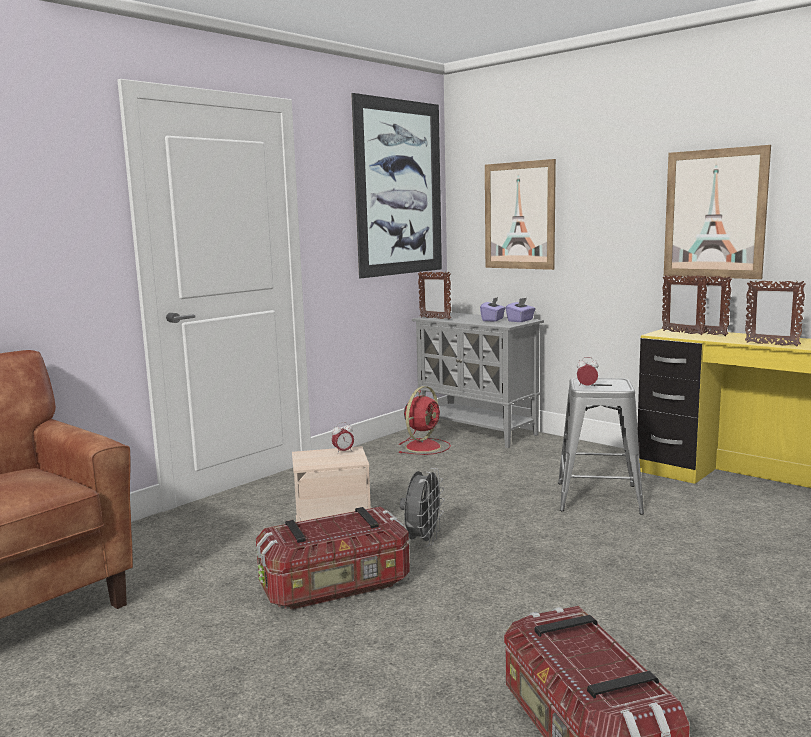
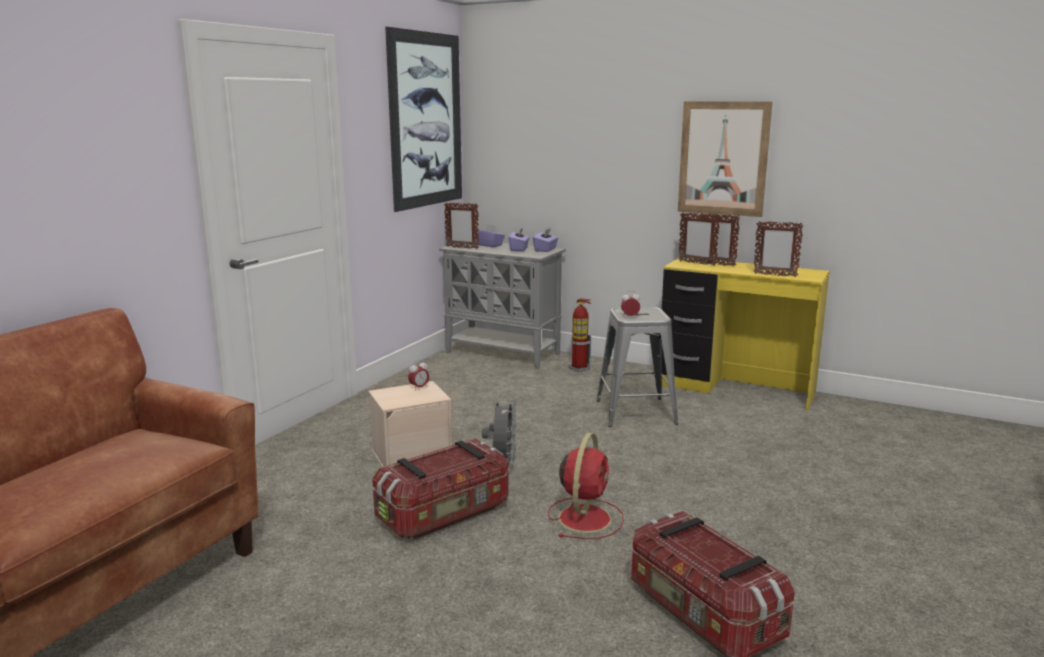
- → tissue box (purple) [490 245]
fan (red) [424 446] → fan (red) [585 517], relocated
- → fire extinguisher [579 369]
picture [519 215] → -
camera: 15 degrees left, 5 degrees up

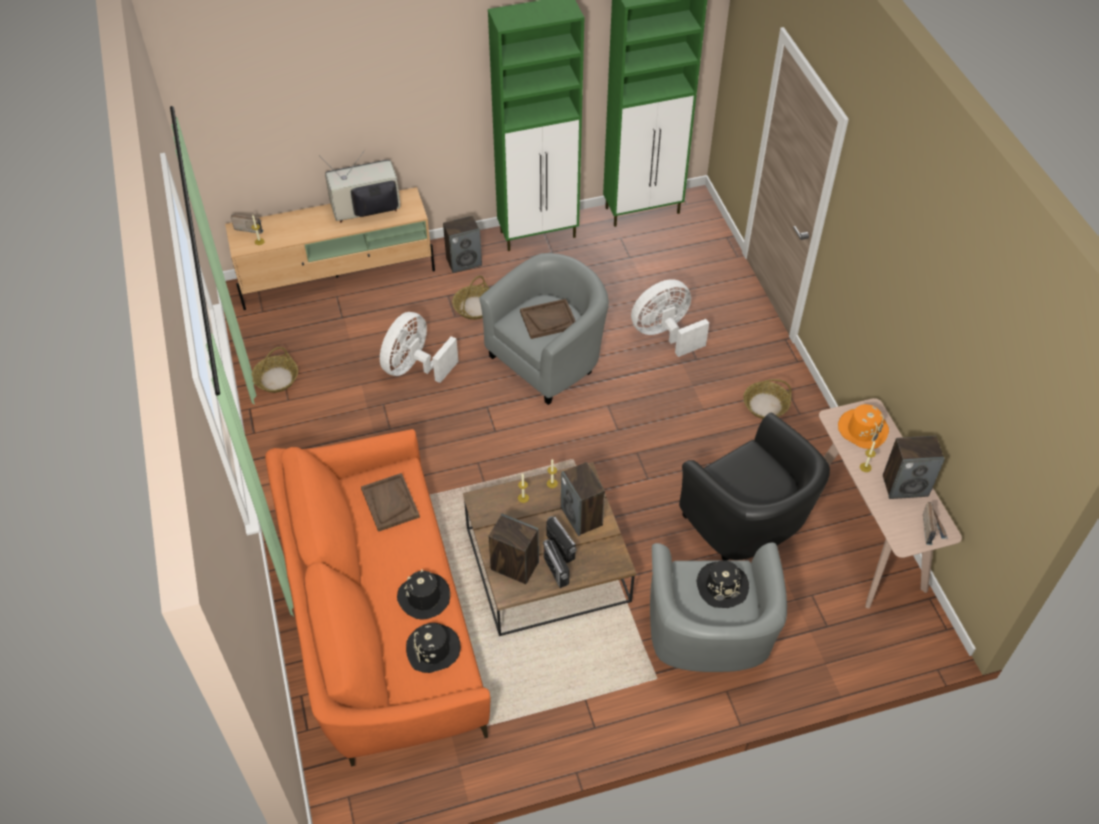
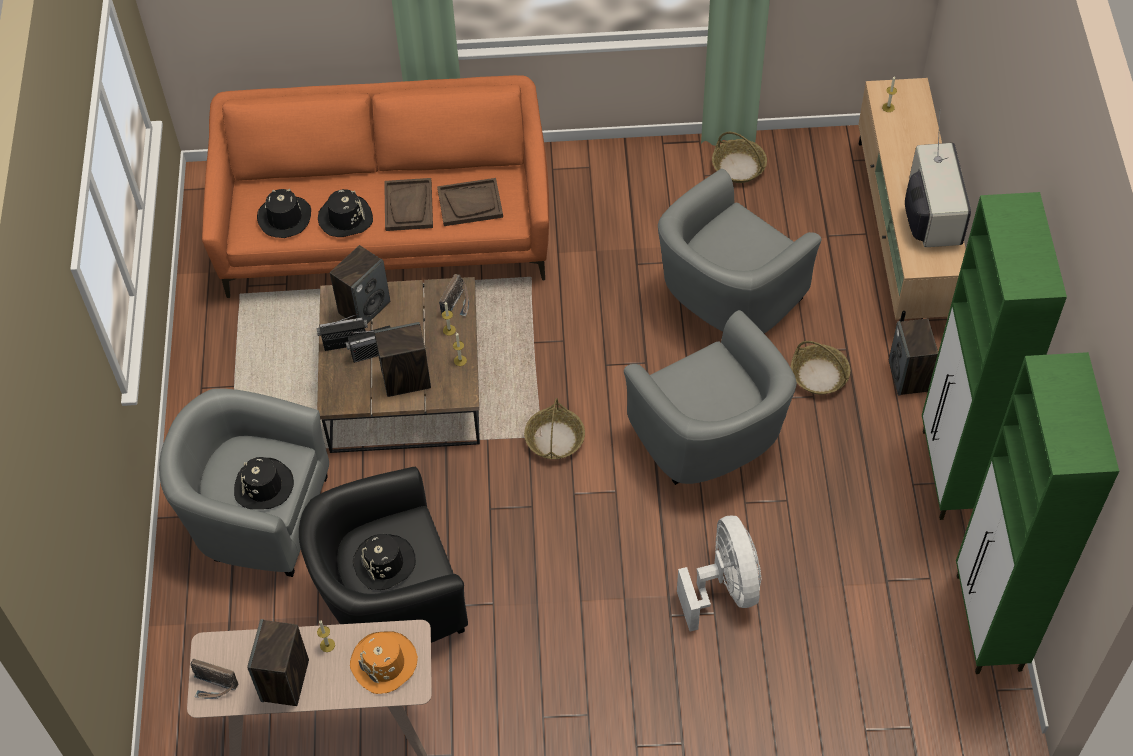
- → hat (black) [384 563]
tray (brown) [548 320] → tray (brown) [409 206], relocated
radio [249 227] → radio [458 304], relocated
basket [765 405] → basket [554 439], relocated
fan (white) [415 367] → armchair (grey) [726 299]
camera: 105 degrees right, 5 degrees up

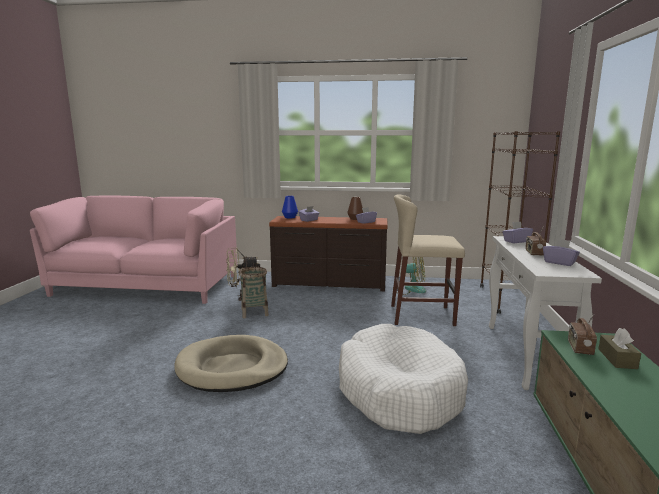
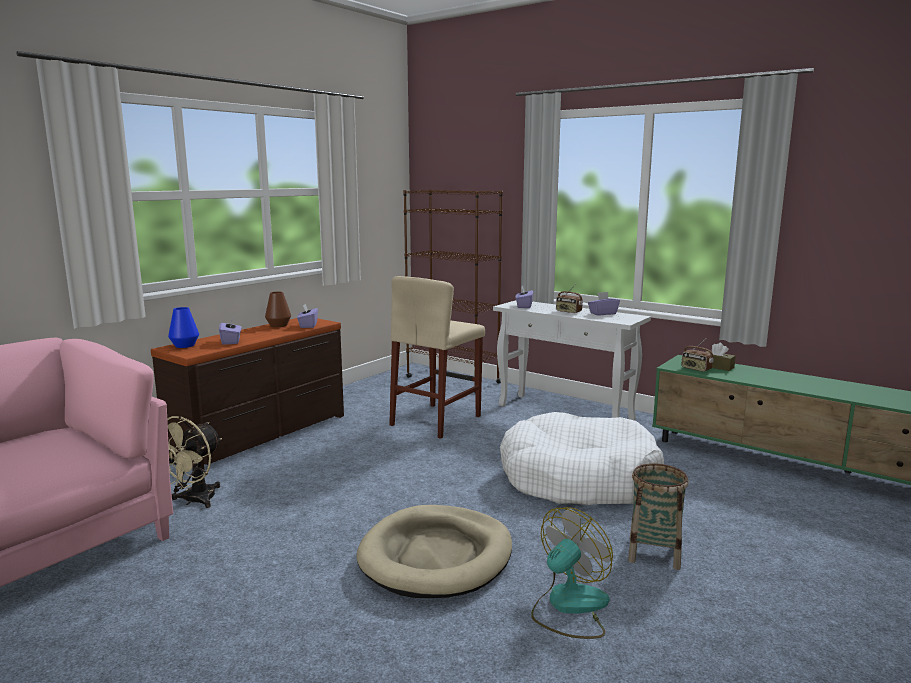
fan [409 289] → fan [569 607], relocated
basket [254 312] → basket [654 553], relocated
camera: 60 degrees left, 0 degrees up

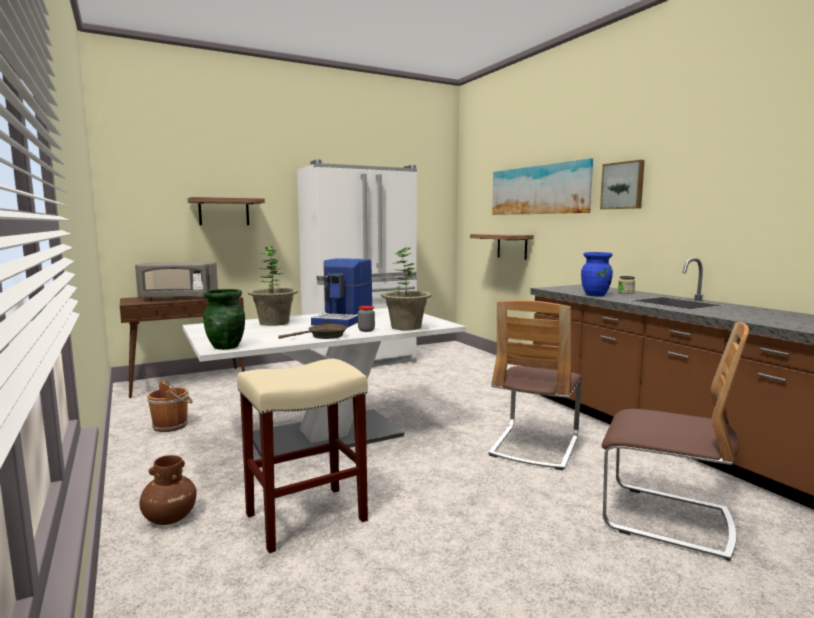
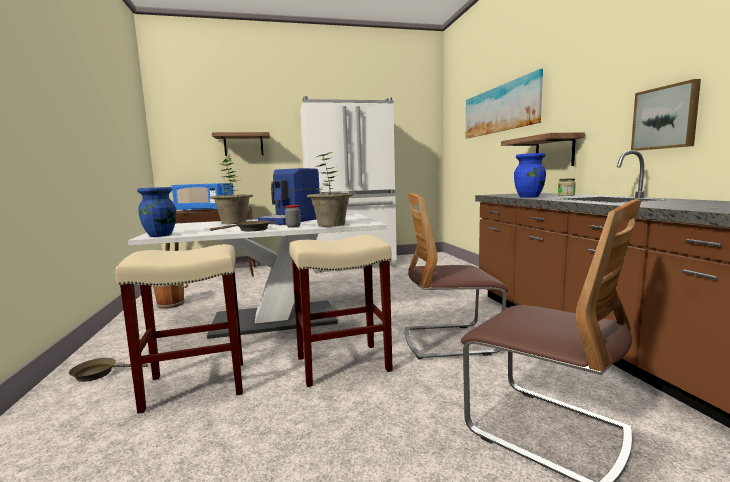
vase (brown) [169 518] → frying pan (brown) [98 373]
vase (green) [226 347] → vase (blue) [161 235]
microwave (grey) [178 298] → microwave (blue) [204 210]
- → stool (beige) [341 364]
chair [534 446] → chair [450 341], 45 degrees clockwise
shelf [512 246] → shelf [554 152], relocated
picture [623 185] → picture [665 118], relocated
camera: 15 degrees right, 0 degrees up

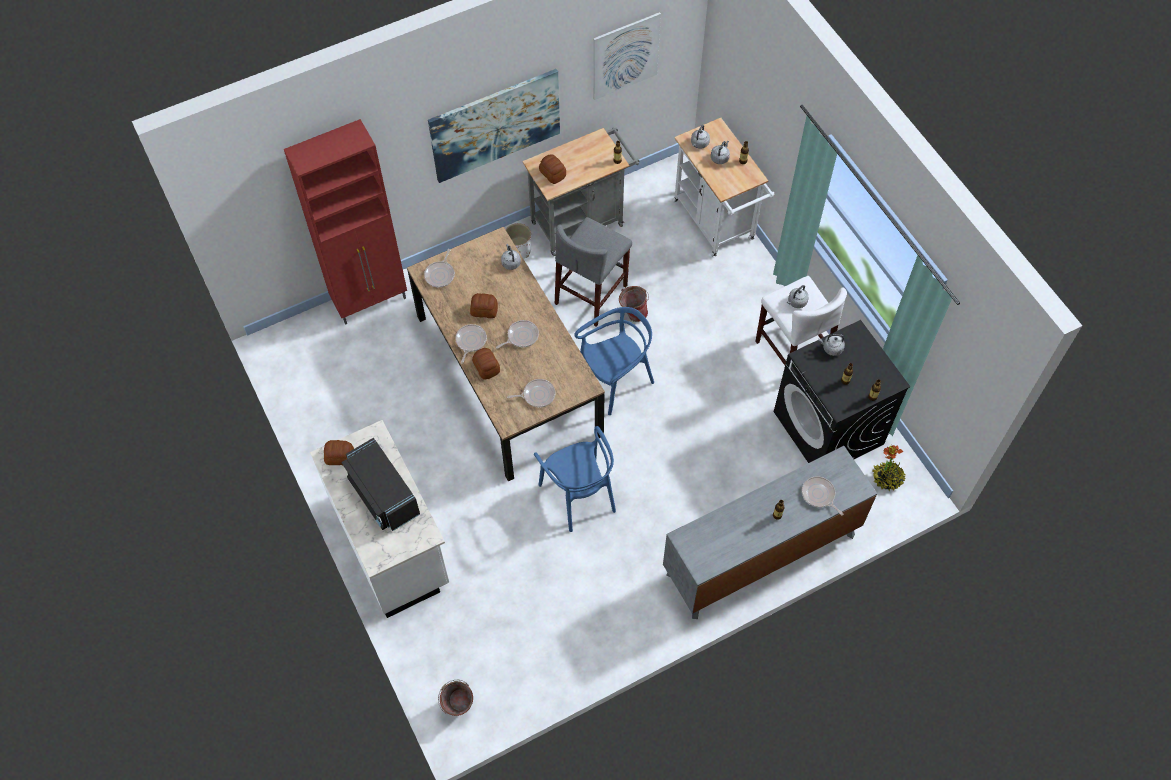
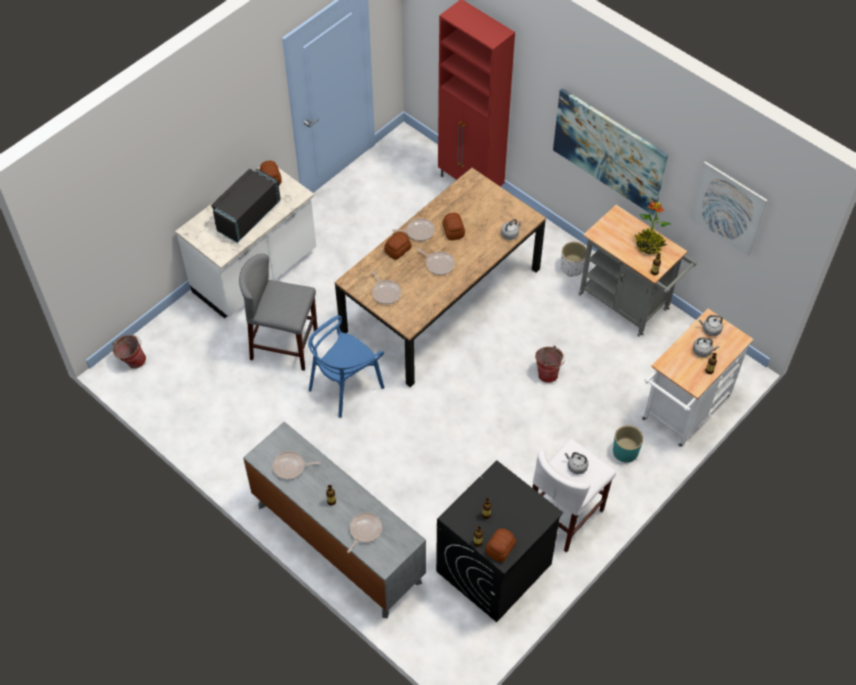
stool (grey) [591 294] → stool (grey) [284 346], relocated
frying pan [440 274] → frying pan [291 467], relocated
bread [552 173] → bread [501 548], relocated
- → planter (turquoise) [625 451]
potted plant [887 478] → potted plant [649 245], relocated
chair (blue) [615 380] → -
kettle (grey) [831 348] → -
camera: 70 degrees right, 5 degrees down

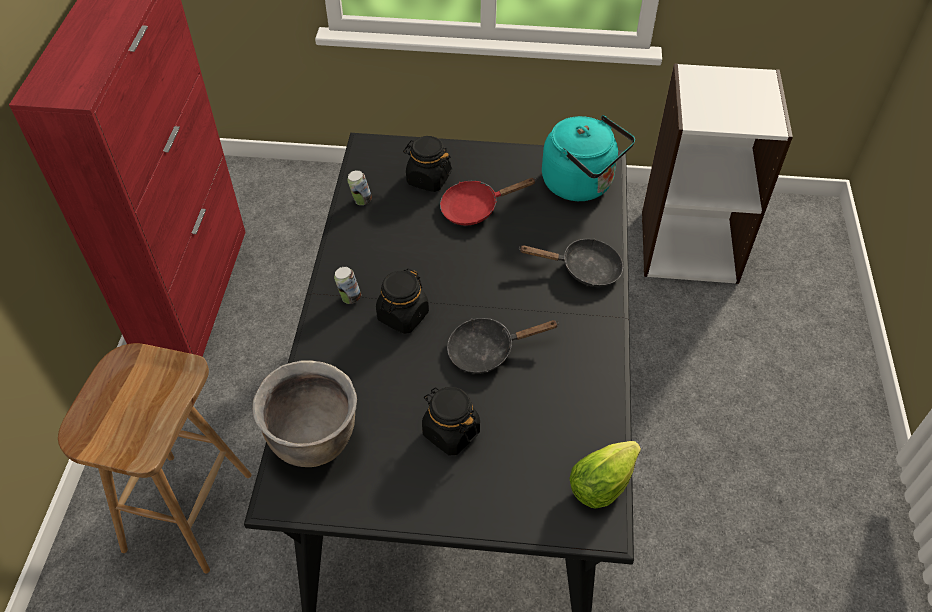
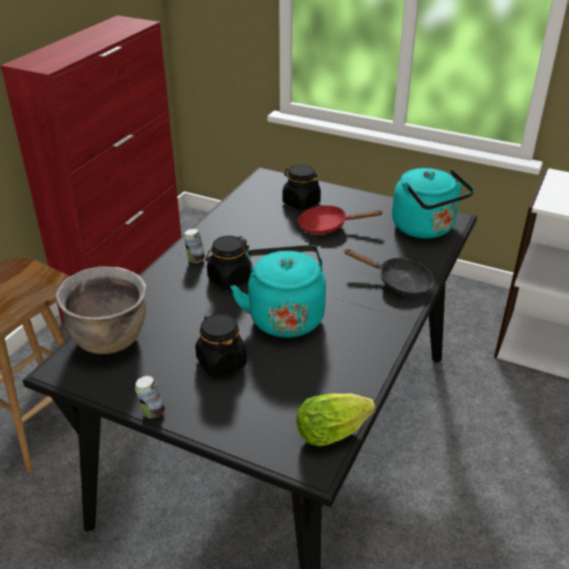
can [361 201] → can [152 412], relocated
frying pan (black) [487 350] → kettle (turquoise) [284 316]
camera: 20 degrees right, 15 degrees down

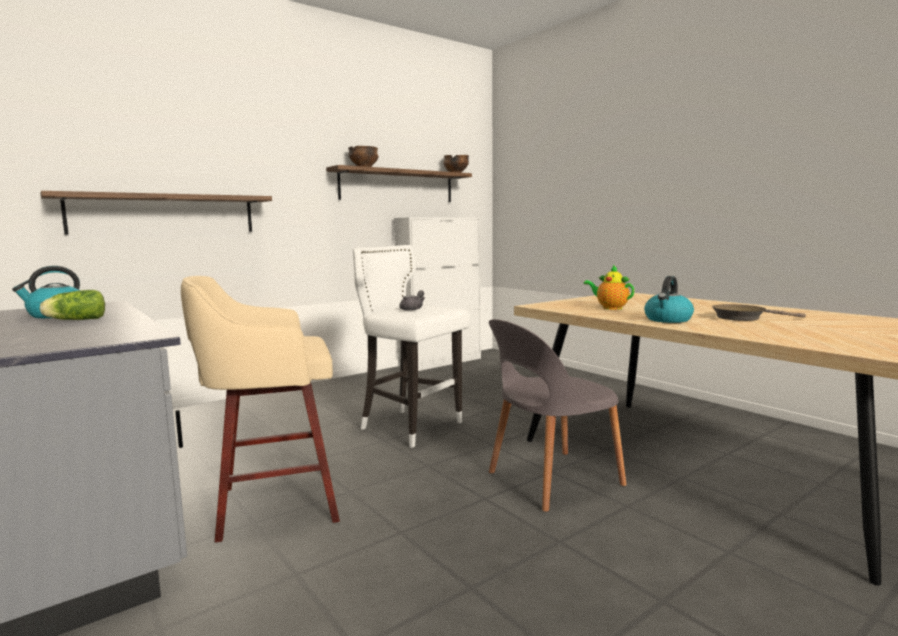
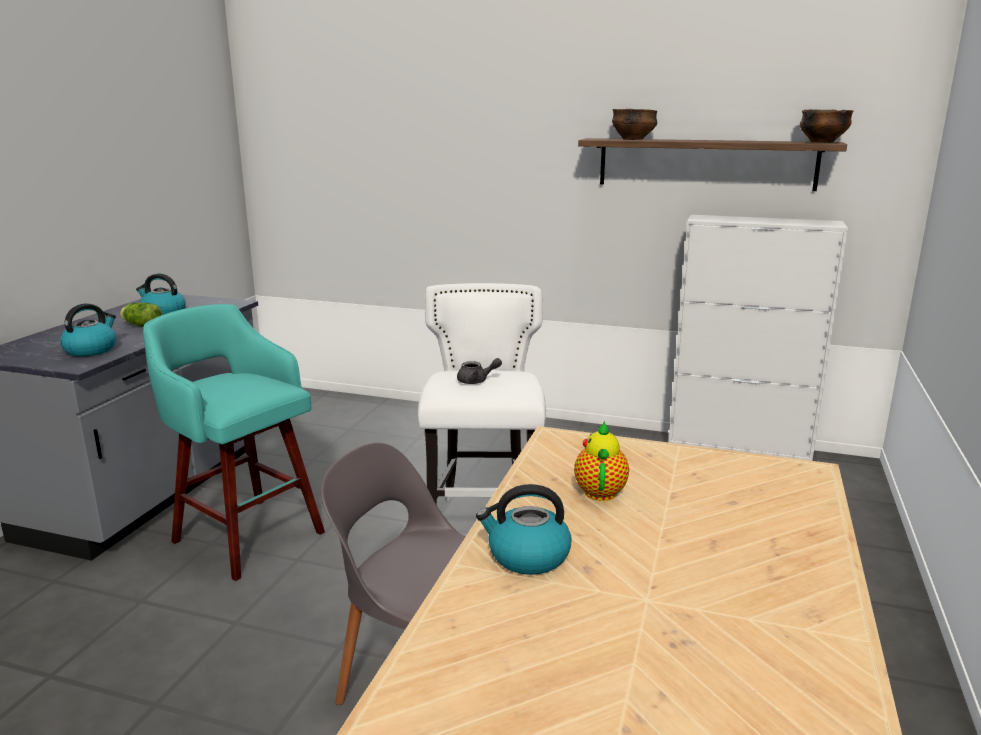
- → kettle [91 350]
stool (beige) [273 505] → stool (turquoise) [246 535]
shelf [164 214] → -
frying pan (brown) [743 318] → -
camera: 55 degrees right, 10 degrees up

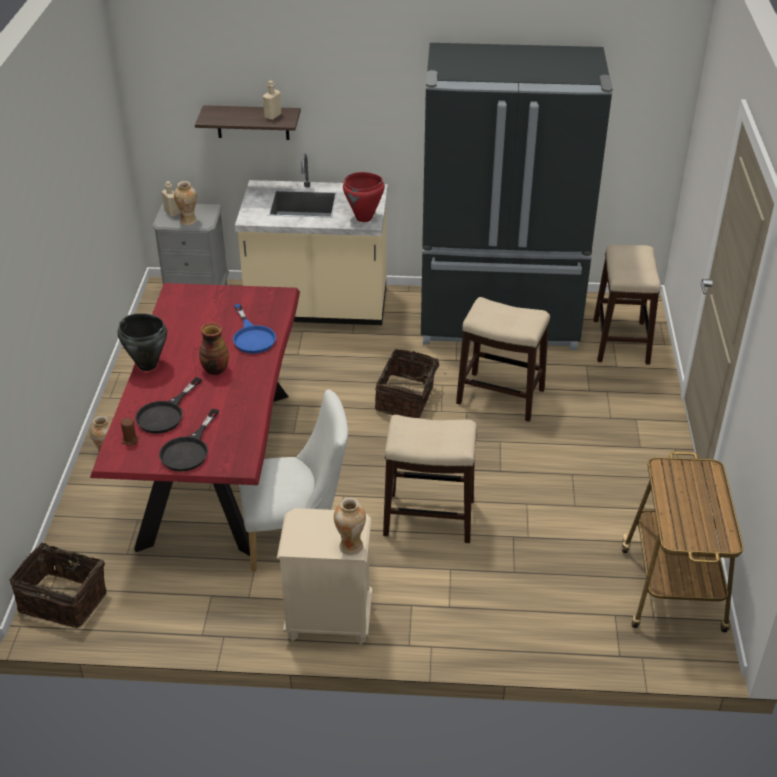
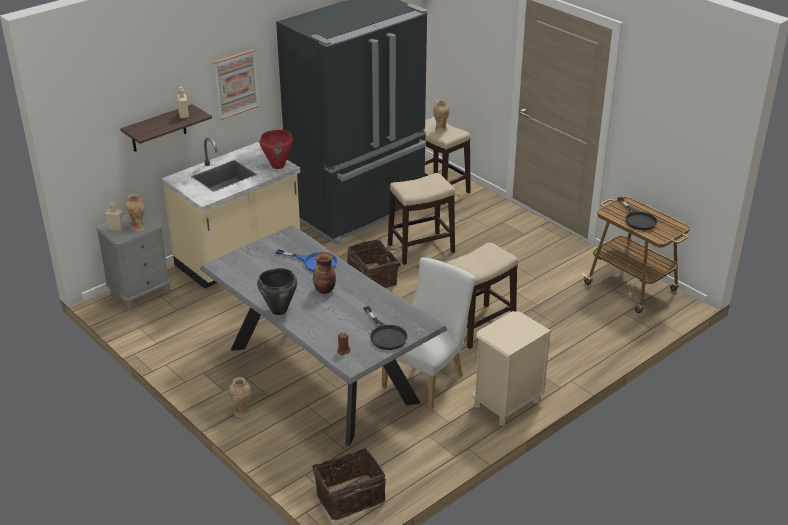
dining table (red) [216 467] → dining table (grey) [322 375]
- → picture [236 84]
vase [350 546] → vase [440 129], relocated
frying pan (black) [165 414] → frying pan (black) [637 219], relocated
camera: 45 degrees left, 5 degrees down

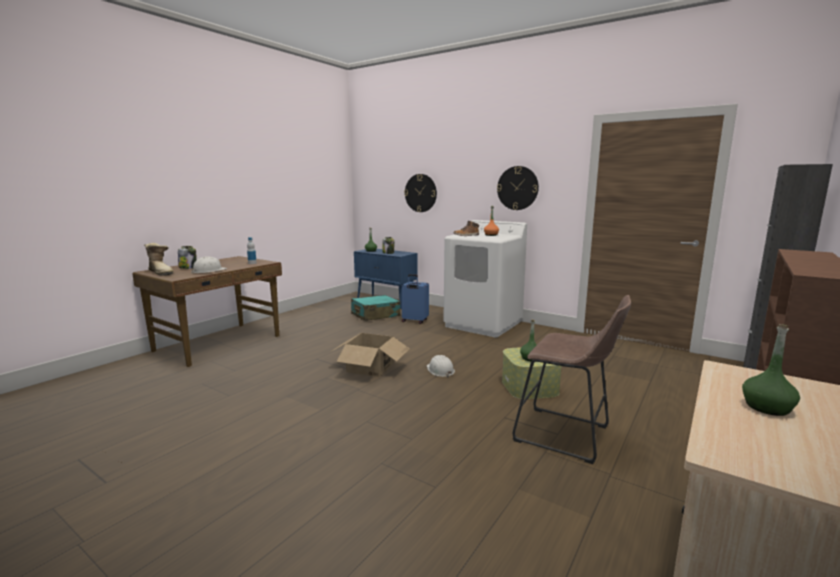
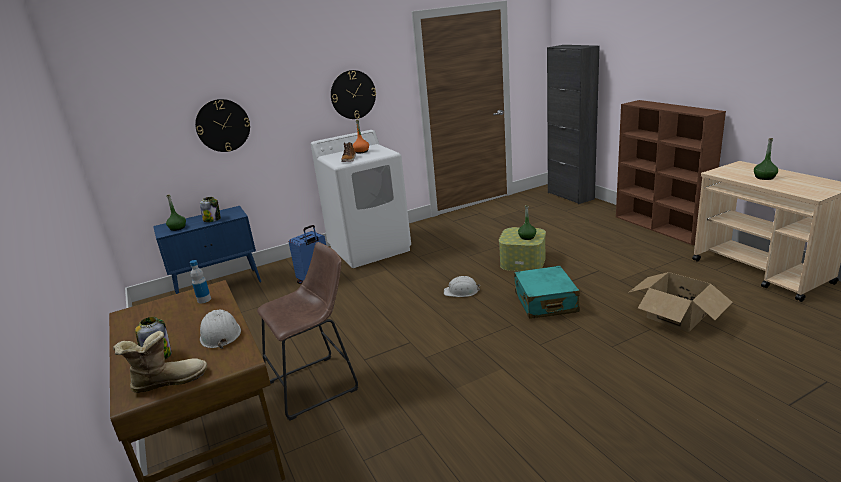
stool (brown) [567 436] → stool (brown) [317 384], relocated
suitcase (turquoise) [375 315] → suitcase (turquoise) [545 302], relocated
cardboard box [370 367] → cardboard box [676 315], relocated
camera: 60 degrees left, 10 degrees up

